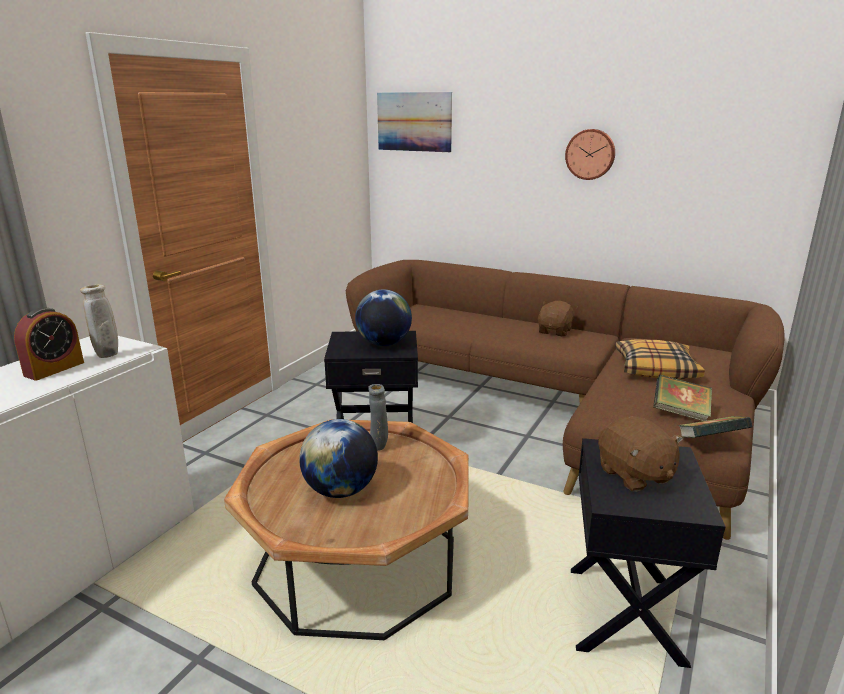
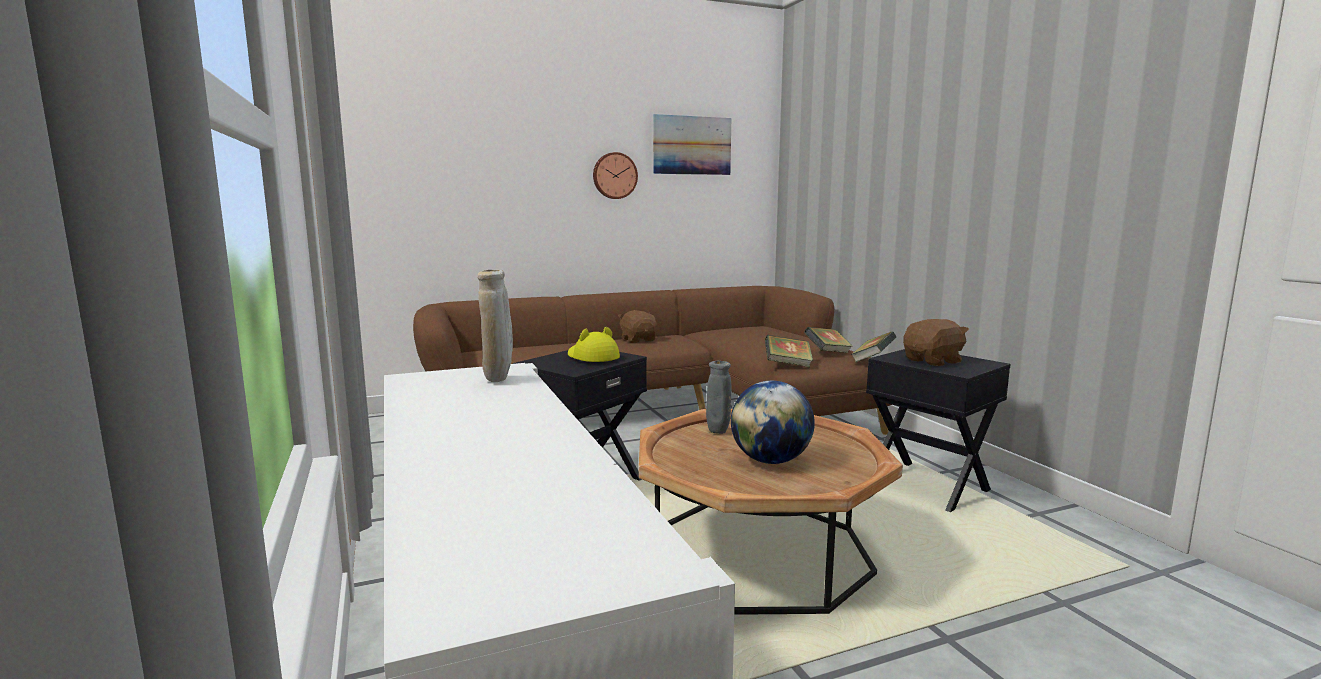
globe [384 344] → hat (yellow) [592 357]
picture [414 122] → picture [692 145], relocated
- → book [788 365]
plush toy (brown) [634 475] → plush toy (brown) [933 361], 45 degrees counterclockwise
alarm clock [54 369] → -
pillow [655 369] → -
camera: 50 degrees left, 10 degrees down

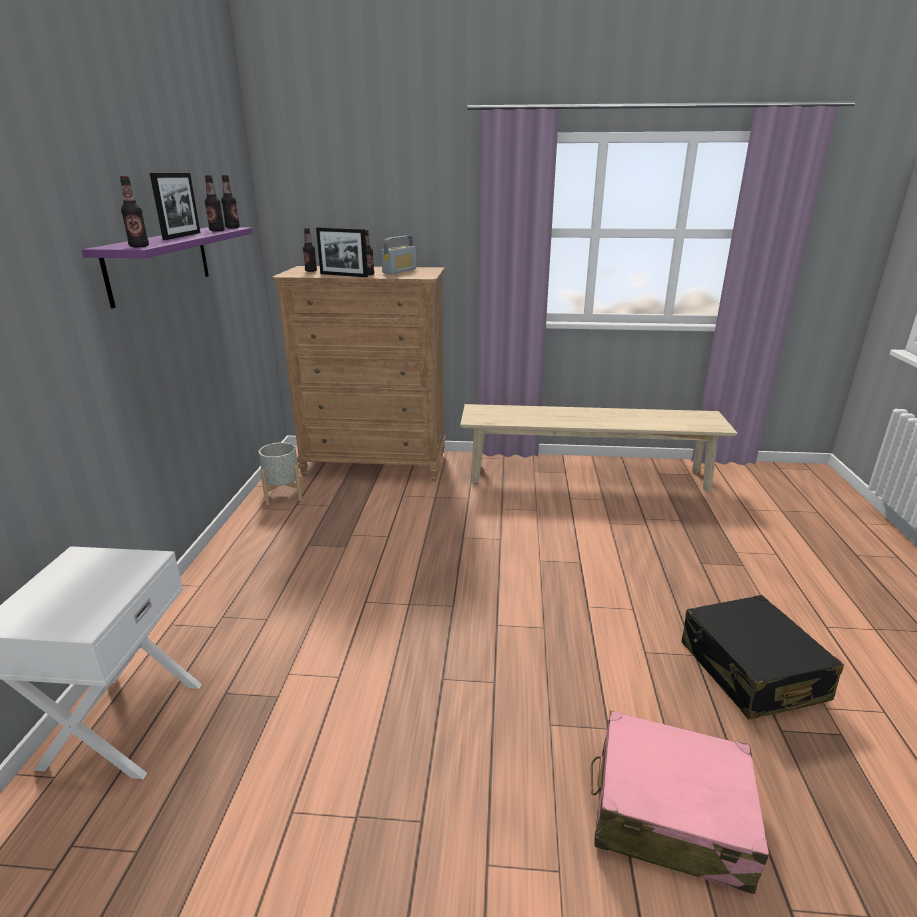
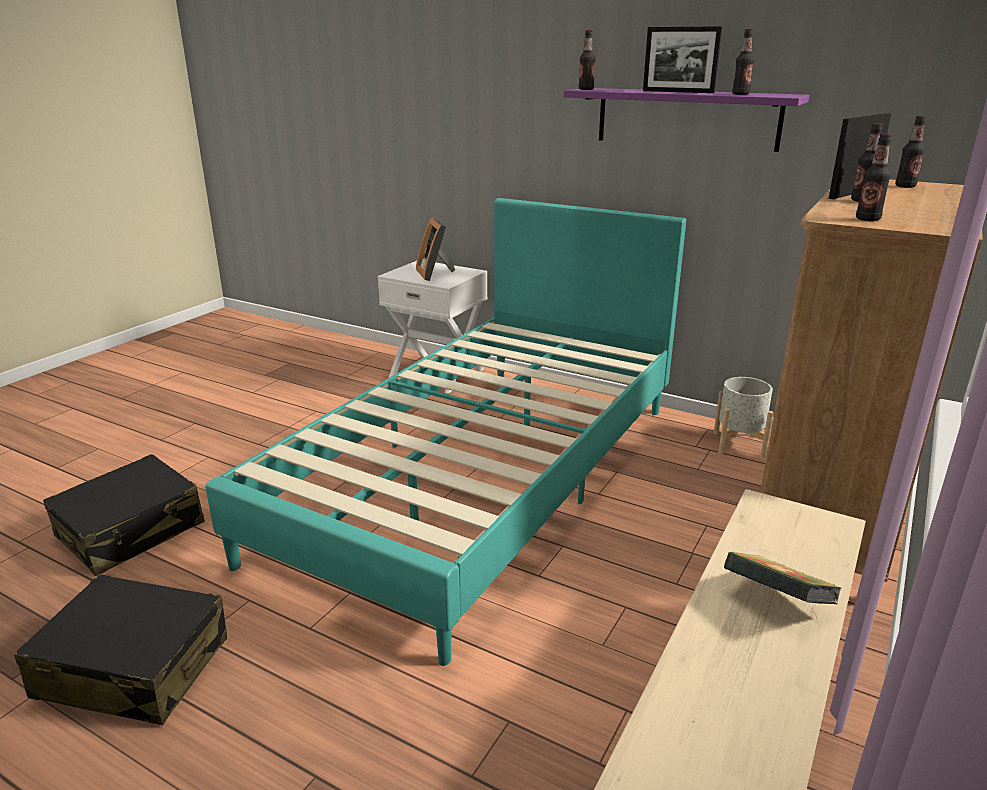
suitcase (pink) [669 813] → suitcase (black) [131 530]
- → bed (turquoise) [482 476]
- → picture frame [435 274]
- → book [776 602]
bottle [232 228] → bottle [867 219], relocated
radio [399 271] → -
camera: 115 degrees right, 0 degrees up

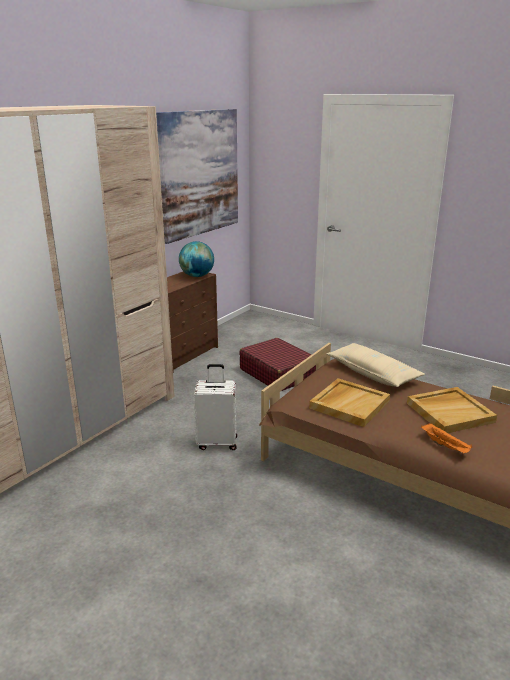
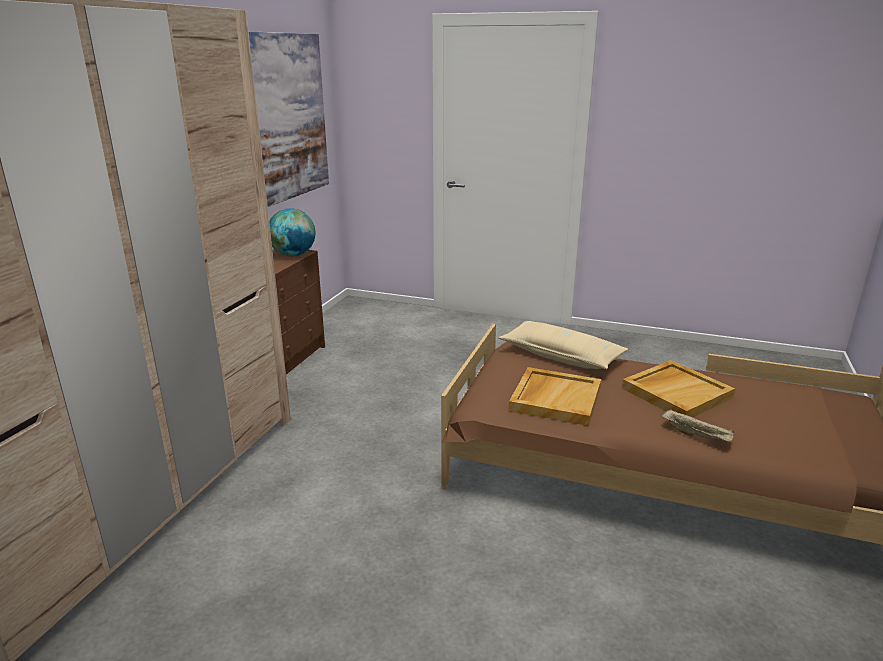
tray (orange) [445 446] → tray (beige) [696 436]
suitcase (white) [217 442] → -
suitcase (red) [277 373] → -
camera: 15 degrees left, 0 degrees up

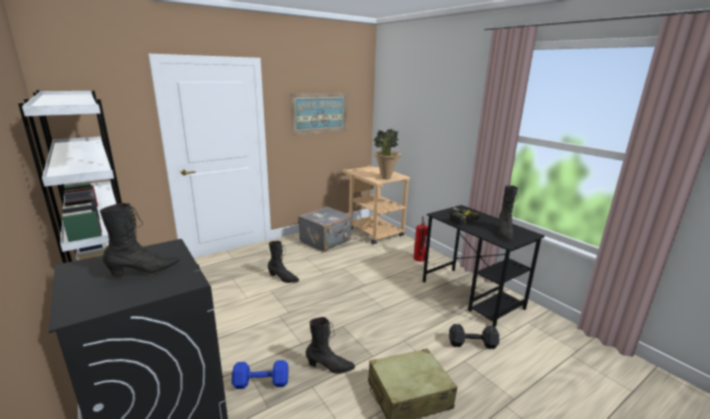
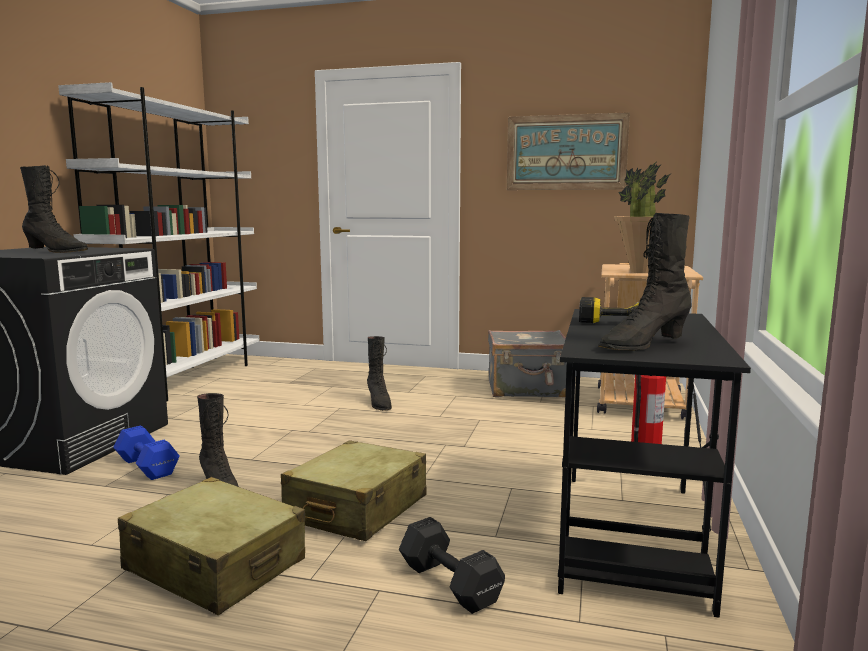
- → suitcase (beige) [356 509]
camera: 50 degrees right, 10 degrees down

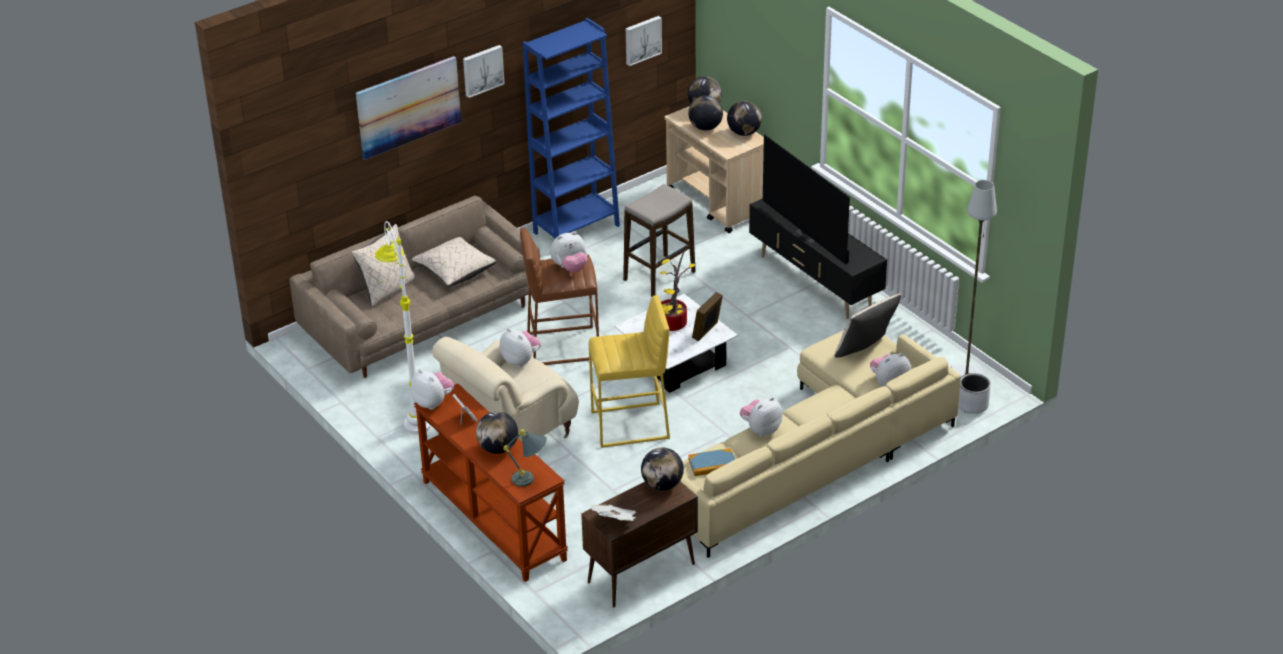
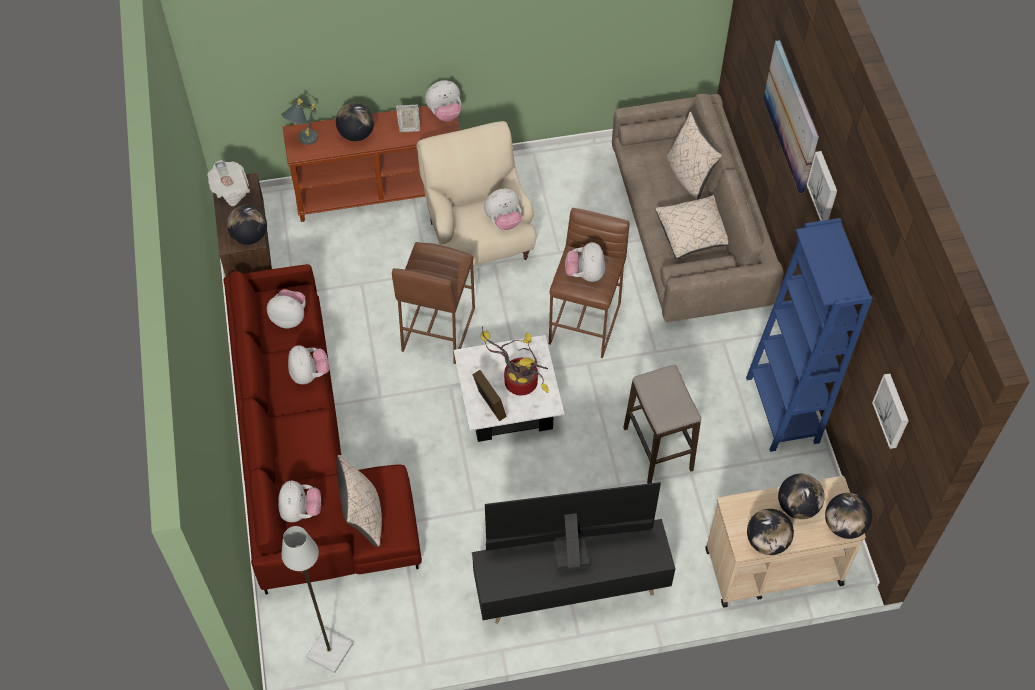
sofa (beige) [813 453] → sofa (red) [307 453]
book [712 464] → plush toy [290 318]
stool (yellow) [631 425] → stool (brown) [437 330]
floor lamp (white) [411 412] → -
planter (grey) [972 405] → -
camera: 115 degrees right, 20 degrees up

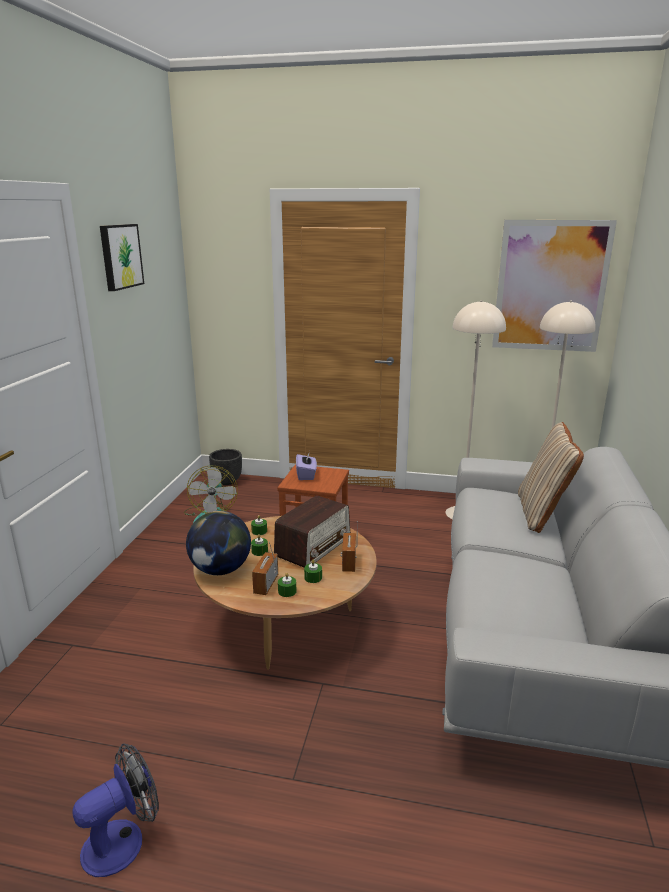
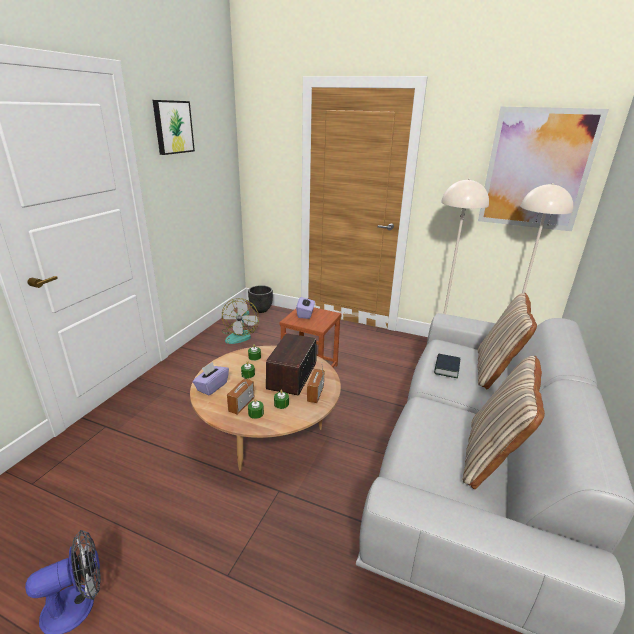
globe [221 570] → tissue box (purple) [212 387]
radio [313 546] → radio [292 375], 150 degrees clockwise
- → book [446 368]
- → pillow (beige) [491 457]
camera: 10 degrees right, 5 degrees up

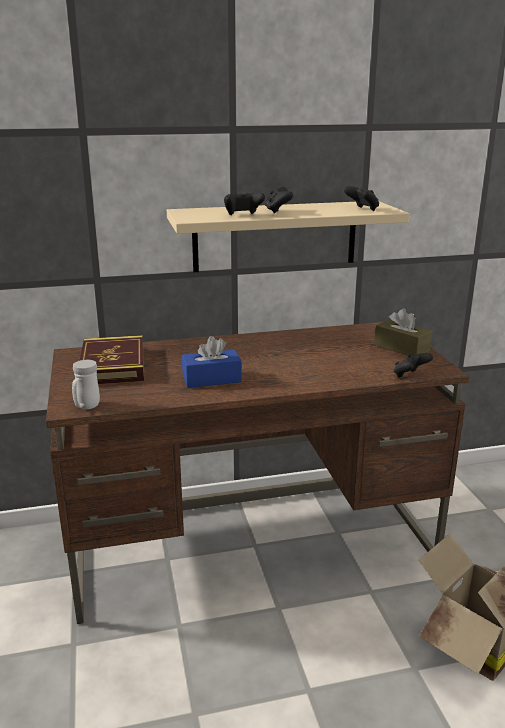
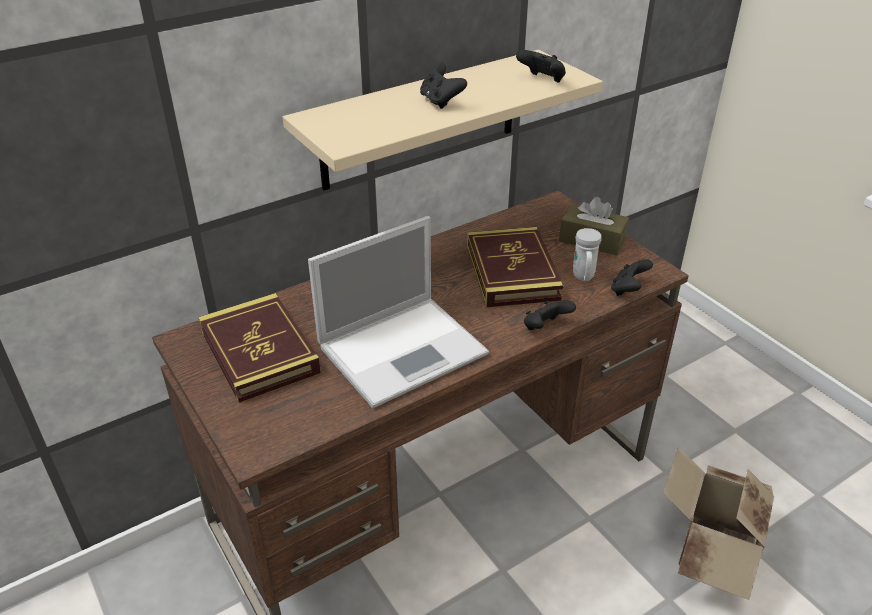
tissue box (blue) [211 379] → laptop [405 349]
- → book [512 272]
game controller (black) [243 215] → game controller (black) [545 328], relocated
mug (white) [86 407] → mug (white) [583 278], relocated
camera: 20 degrees left, 15 degrees up

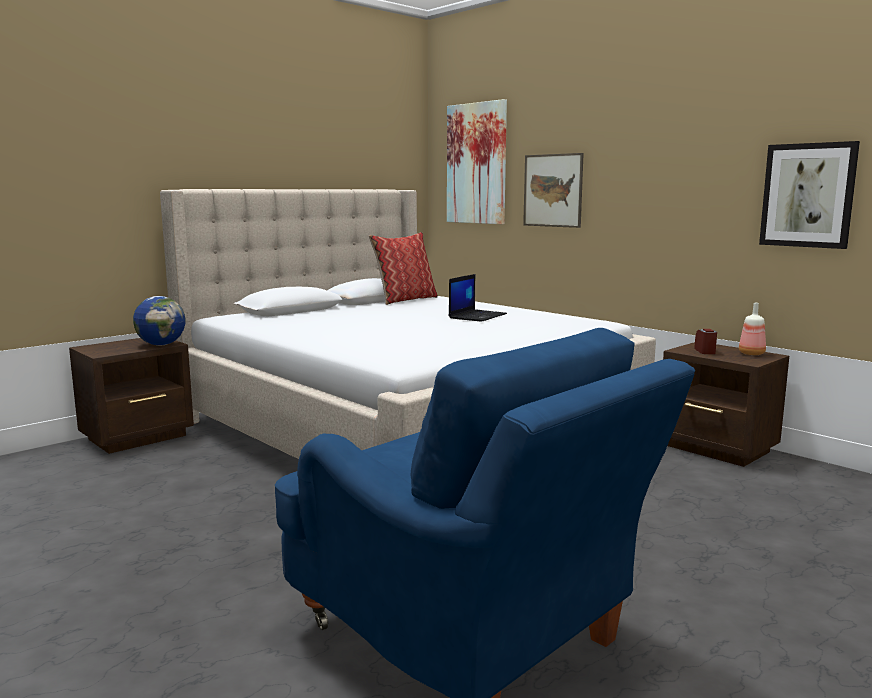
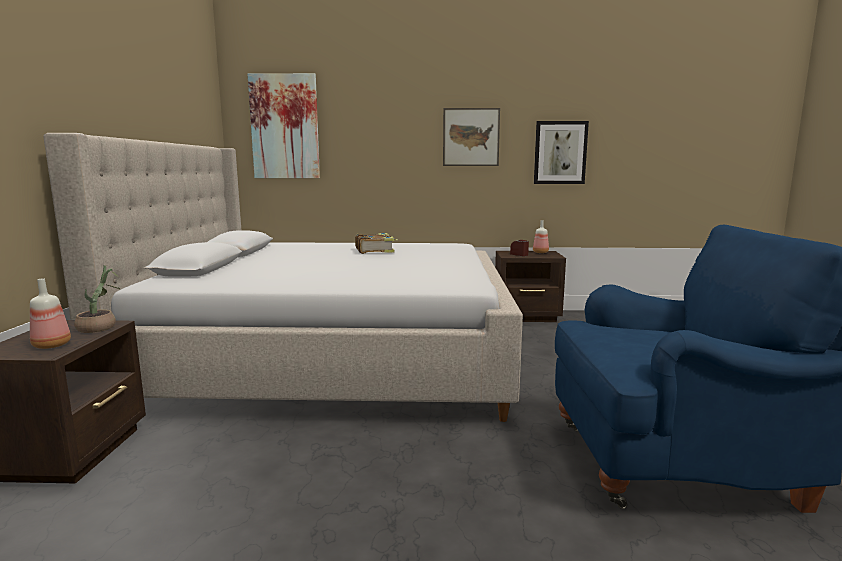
- → bottle [53 345]
globe [161 345] → potted plant [101 327]
laptop [477 316] → book [375 250]
picture [552 190] → picture [471 137], relocated
pillow [405 300] → -
camera: 45 degrees left, 0 degrees up

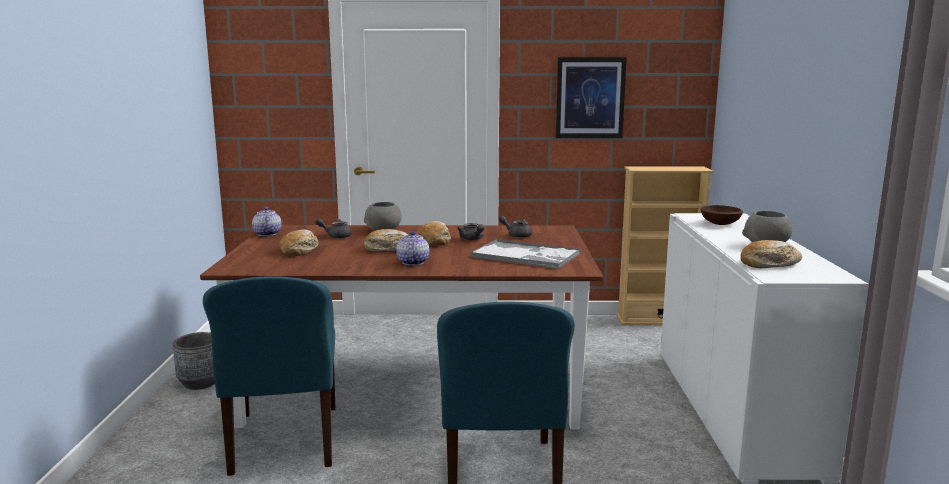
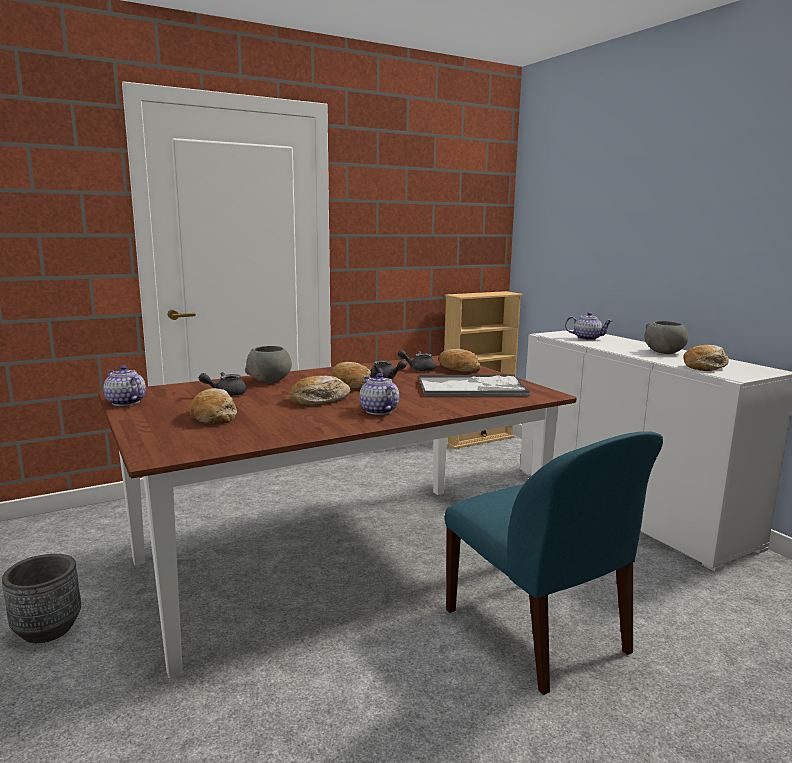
- → bread [457 369]
bowl (brown) [720 223] → teapot [587 338]
chair (blue) [284 441] → -
picture [590 98] → -
camera: 30 degrees left, 0 degrees up

